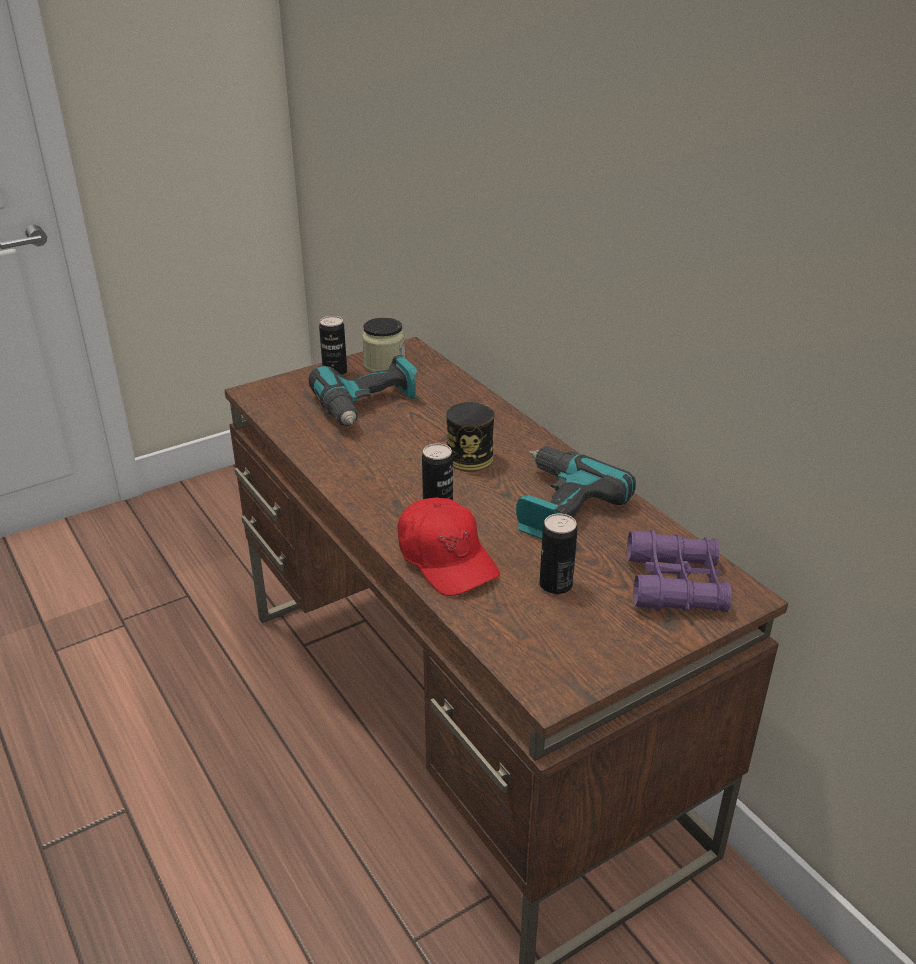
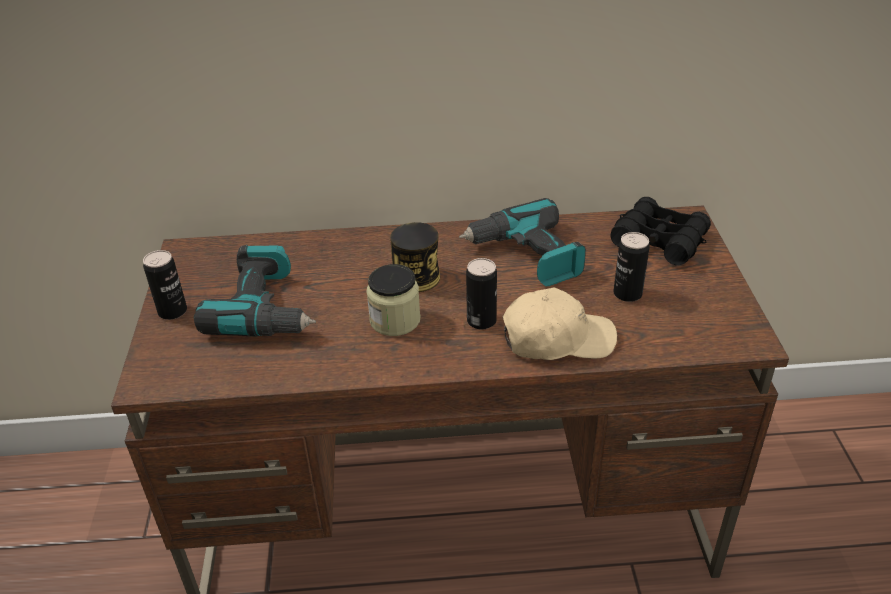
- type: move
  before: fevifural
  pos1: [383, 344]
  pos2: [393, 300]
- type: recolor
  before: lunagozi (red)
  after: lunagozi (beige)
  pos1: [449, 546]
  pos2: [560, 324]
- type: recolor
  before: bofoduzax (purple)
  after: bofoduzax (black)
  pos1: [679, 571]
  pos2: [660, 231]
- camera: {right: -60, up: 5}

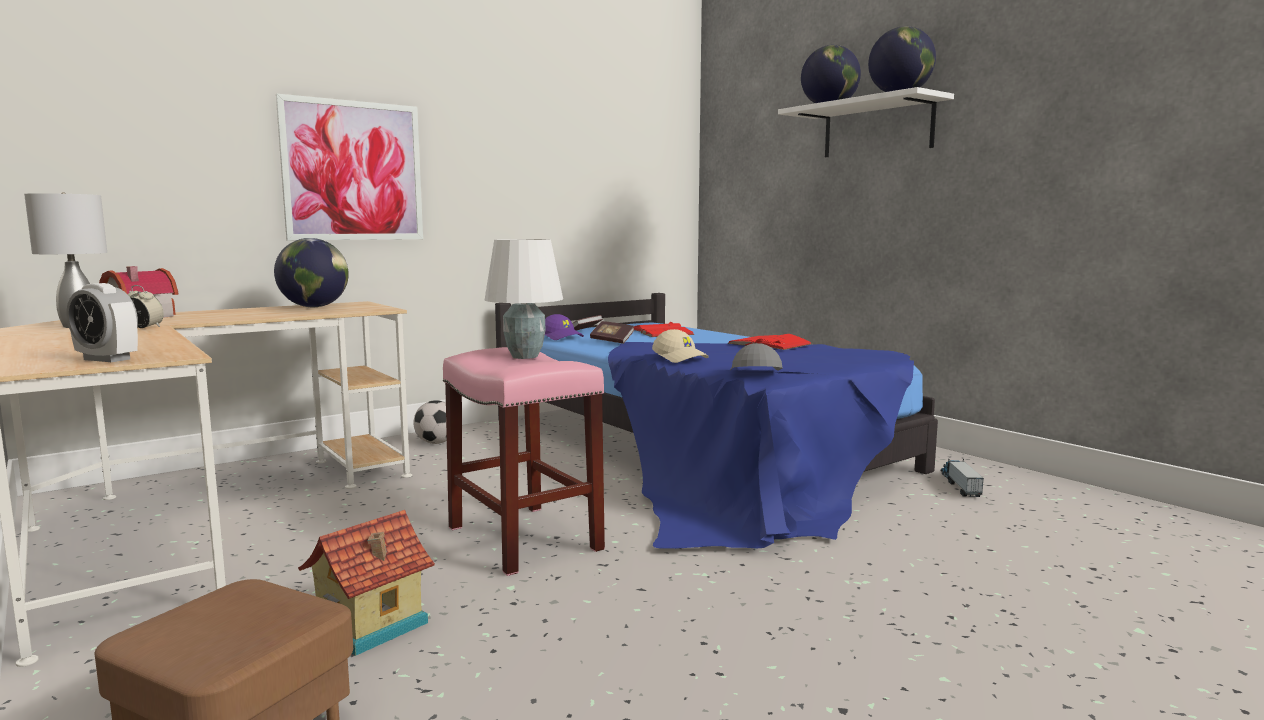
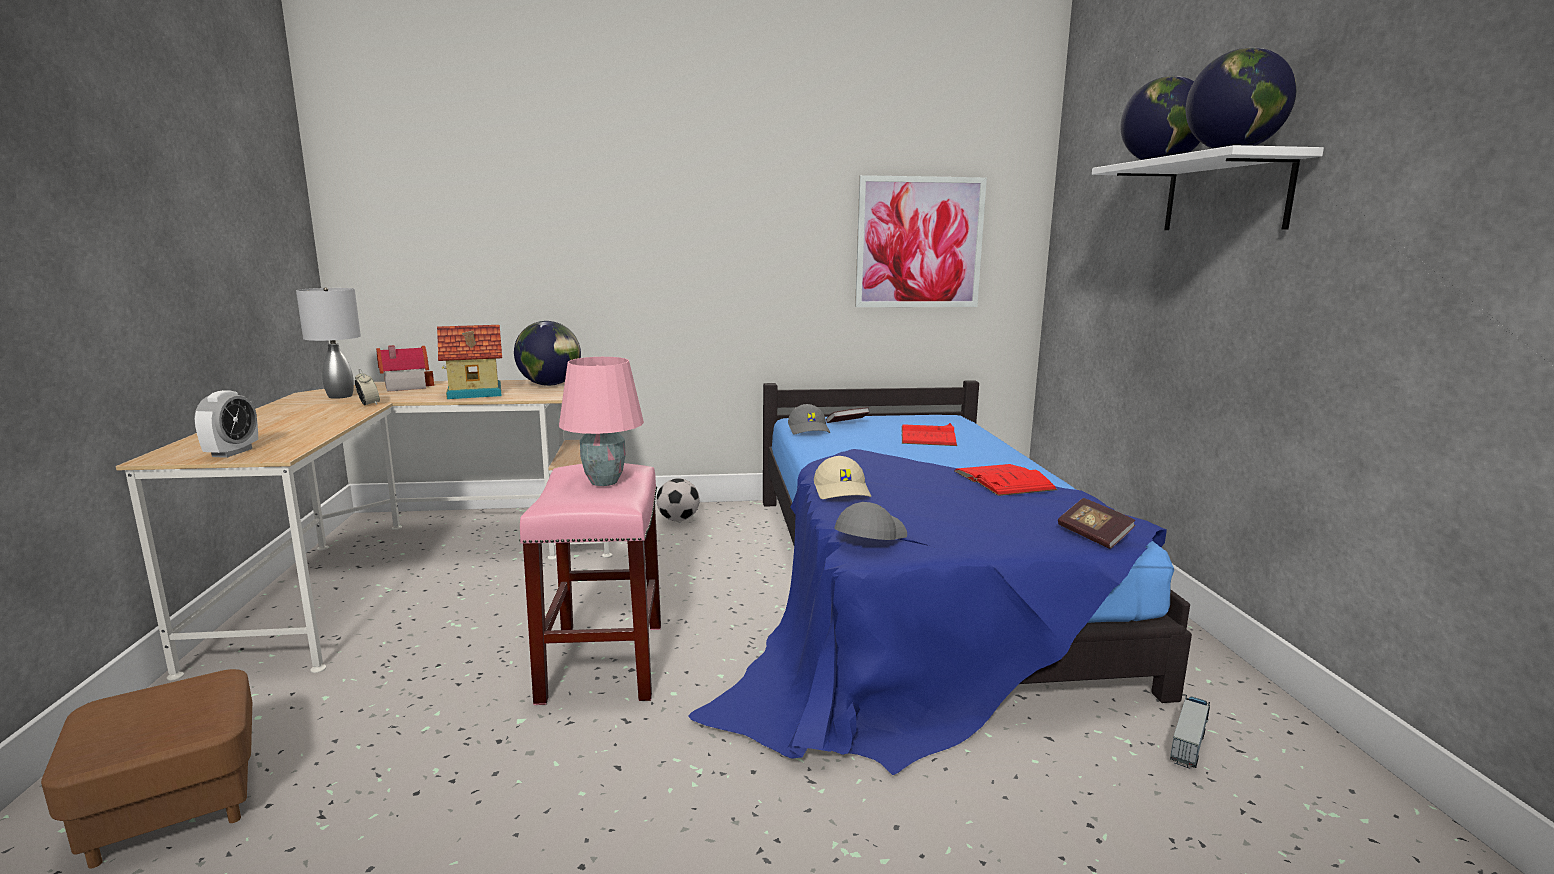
- type: rotate
  before: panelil
  pos1: [102, 322]
  pos2: [226, 424]
  turn: -135
- type: move
  before: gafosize
  pos1: [349, 167]
  pos2: [921, 241]
- type: move
  before: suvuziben
  pos1: [366, 583]
  pos2: [469, 362]
- type: recolor
  before: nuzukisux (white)
  after: nuzukisux (pink)
  pos1: [523, 299]
  pos2: [601, 421]
- type: recolor
  before: lunagozi (purple)
  after: lunagozi (grey)
  pos1: [564, 327]
  pos2: [809, 419]
- type: move
  before: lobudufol
  pos1: [612, 332]
  pos2: [1097, 523]
- camera: {right: 30, up: 5}

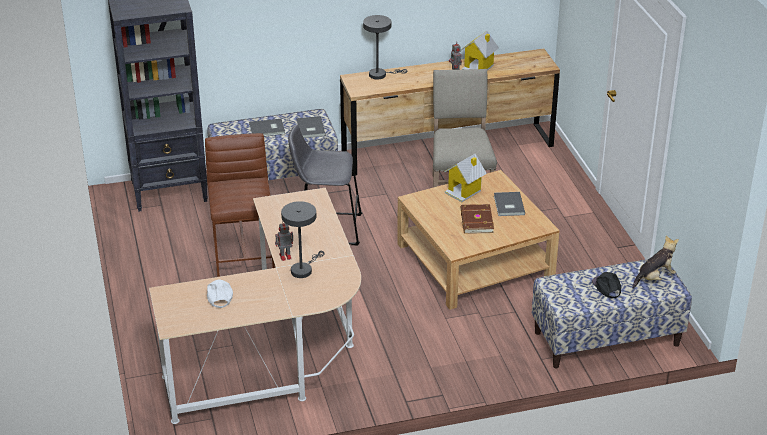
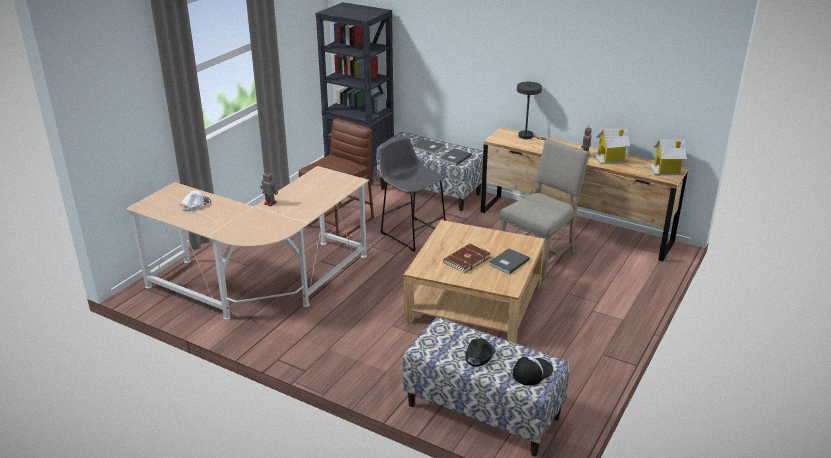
- type: delete
  before: nuzukisux (grey)
  pos1: [302, 239]
- type: move
  before: suvuziben
  pos1: [465, 178]
  pos2: [668, 157]
- type: replace
  before: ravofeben
  after: lunagozi
  pos1: [655, 261]
  pos2: [533, 371]
- camera: {right: 45, up: -5}

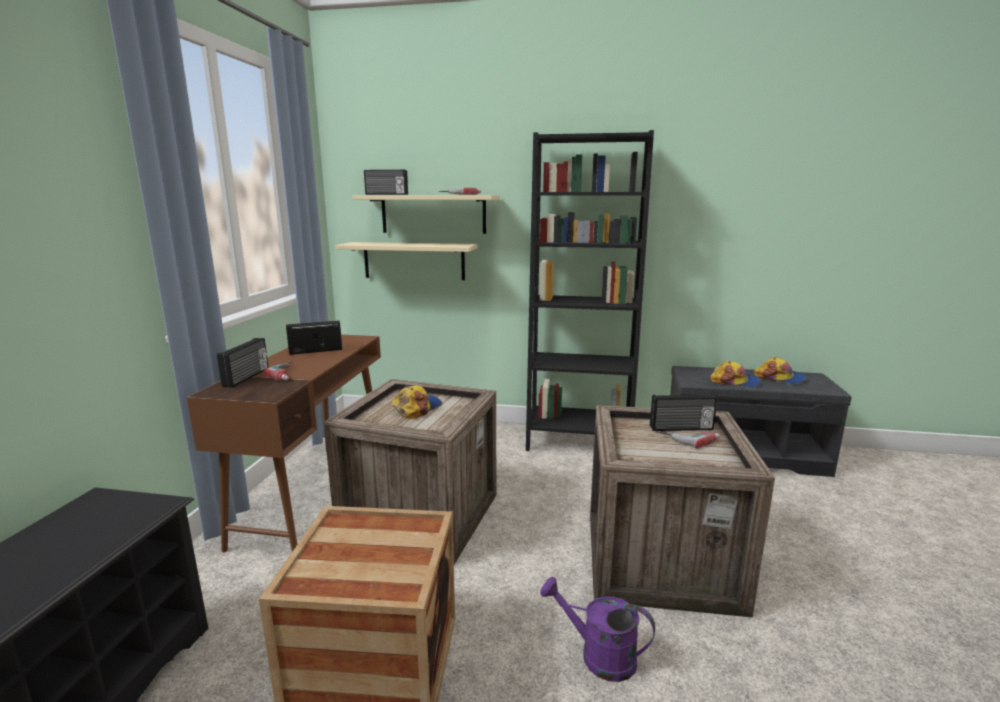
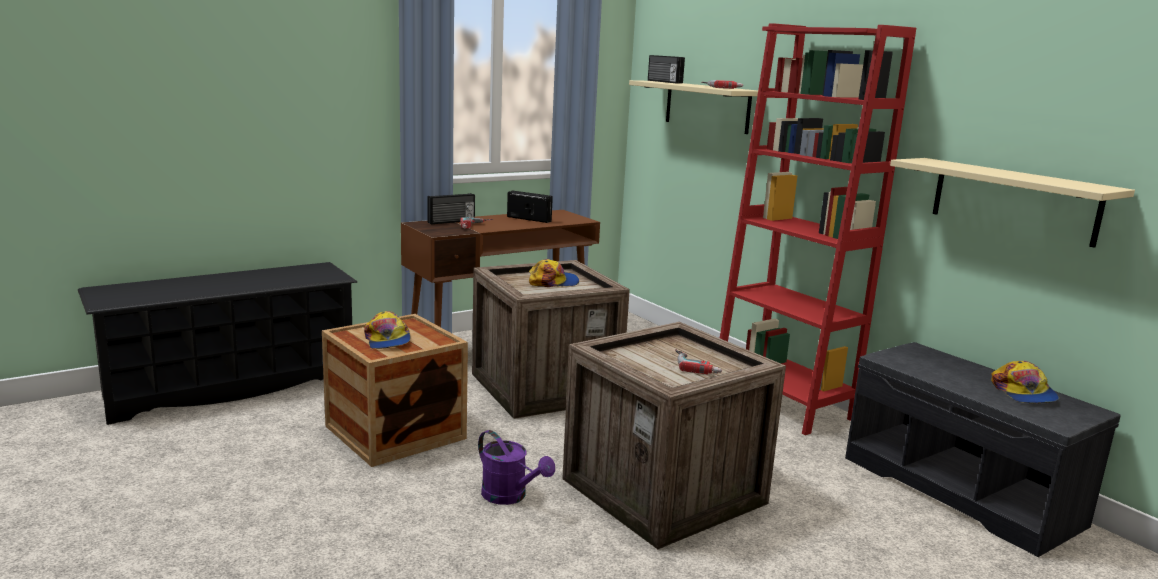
- type: move
  before: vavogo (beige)
  pos1: [406, 261]
  pos2: [1012, 203]
- type: recolor
  before: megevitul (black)
  after: megevitul (red)
  pos1: [590, 290]
  pos2: [818, 229]
- type: rotate
  before: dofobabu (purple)
  pos1: [597, 629]
  pos2: [516, 467]
  turn: 150
- type: delete
  before: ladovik
  pos1: [683, 412]
- type: move
  before: lunagozi
  pos1: [735, 374]
  pos2: [387, 330]
- camera: {right: 45, up: 0}

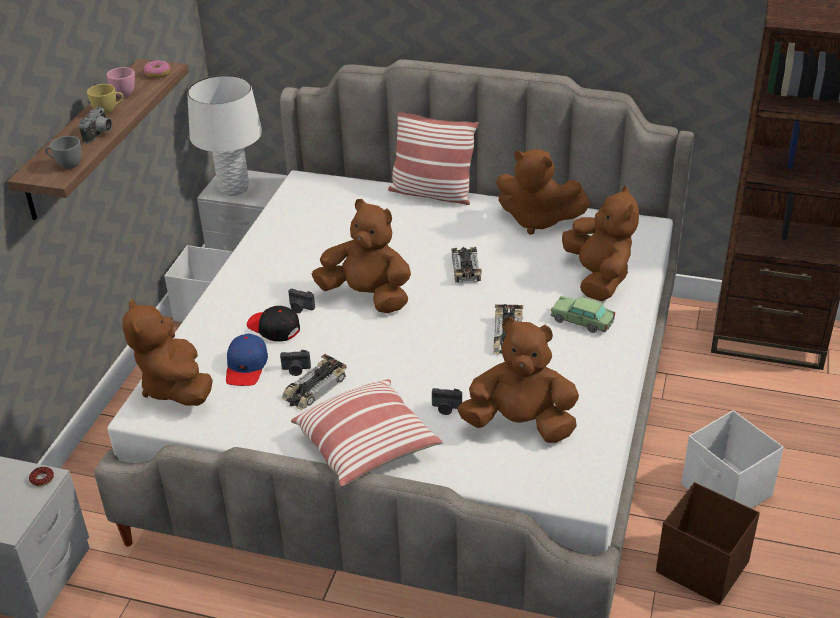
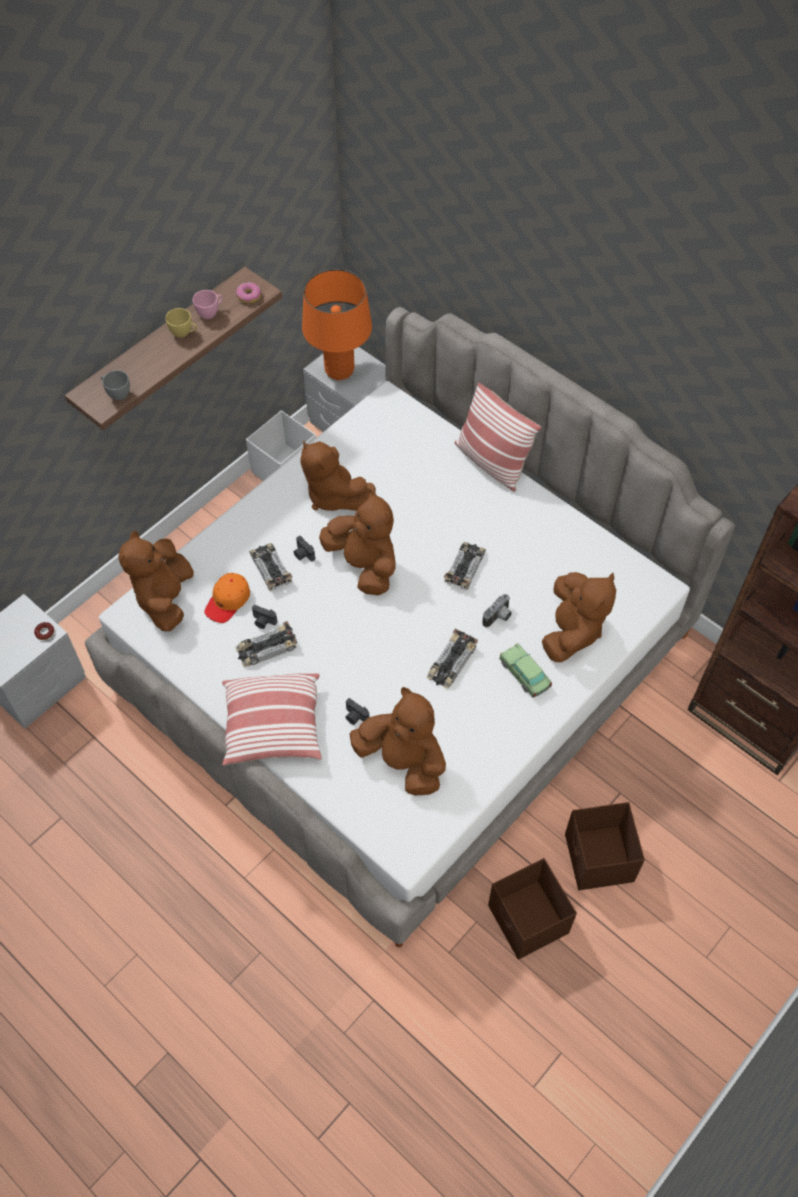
- type: move
  before: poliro
  pos1: [95, 125]
  pos2: [497, 610]
- type: recolor
  before: nuzukisux (white)
  after: nuzukisux (orange)
  pos1: [224, 135]
  pos2: [337, 324]
- type: recolor
  before: lunagozi (blue)
  after: lunagozi (orange)
  pos1: [247, 360]
  pos2: [227, 598]
- type: replace
  before: lunagozi (black)
  after: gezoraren
  pos1: [273, 324]
  pos2: [270, 567]
- type: move
  before: ravofeben (brown)
  pos1: [543, 192]
  pos2: [338, 475]
- type: recolor
  before: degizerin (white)
  after: degizerin (brown)
  pos1: [732, 459]
  pos2: [605, 846]
- camera: {right: 25, up: 20}

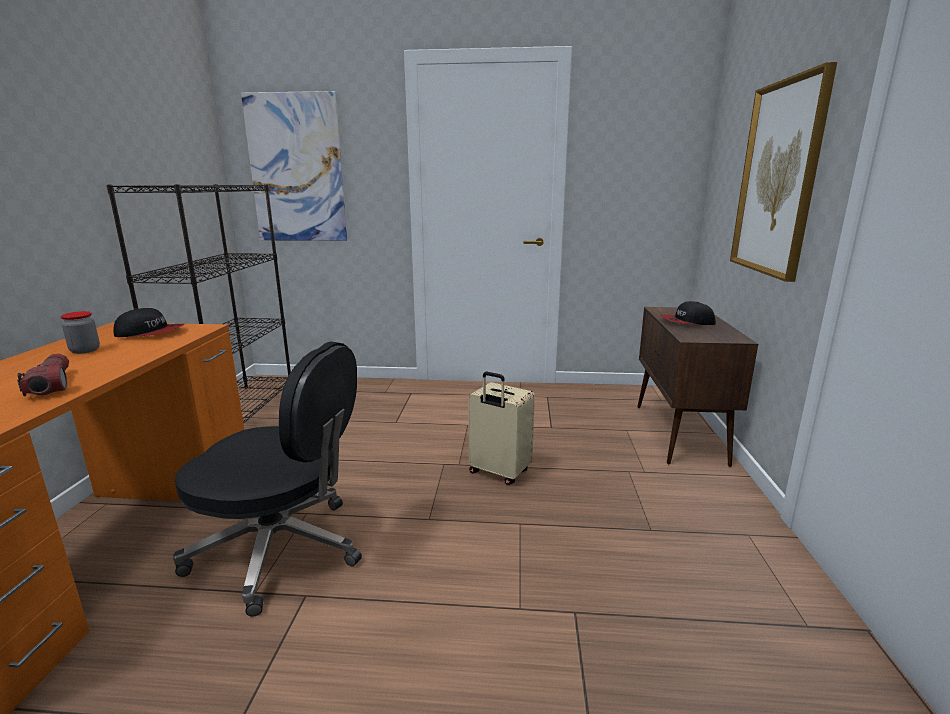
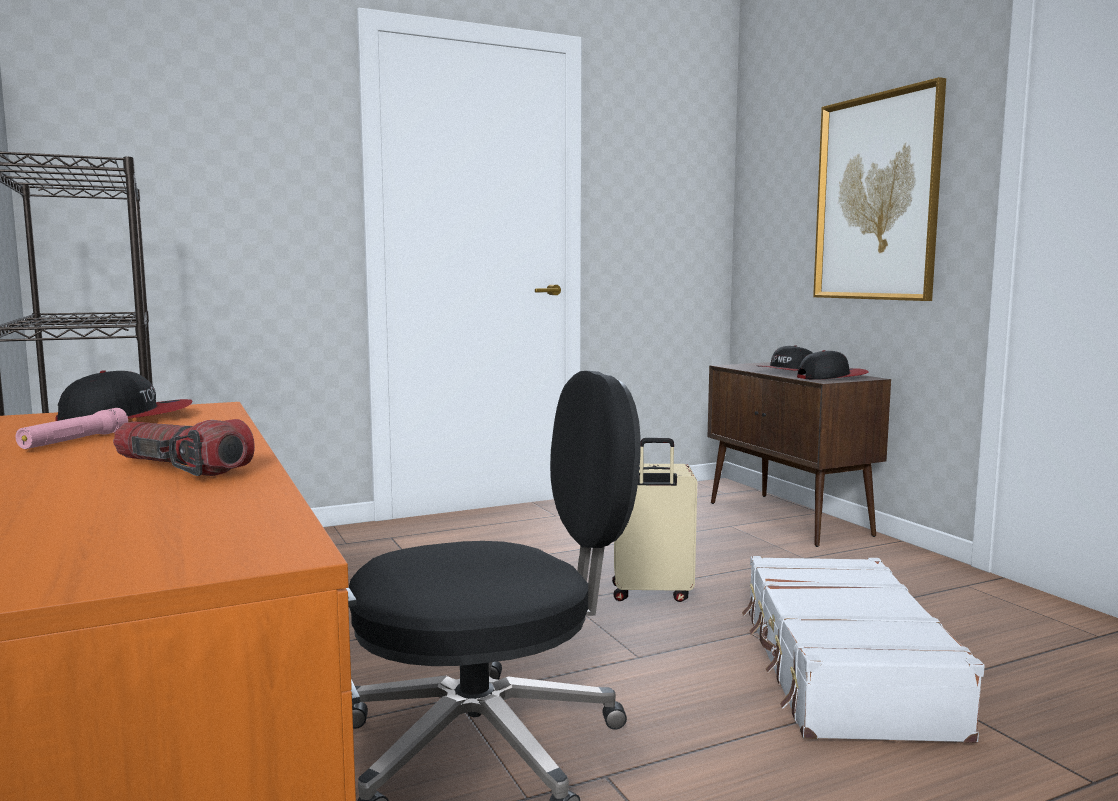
- type: replace
  before: fevifural
  after: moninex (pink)
  pos1: [80, 332]
  pos2: [72, 428]
- type: delete
  before: gafosize
  pos1: [294, 166]
- type: insert
  after: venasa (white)
  pos2: [863, 649]
- type: insert
  after: lunagozi
  pos2: [833, 365]
- camera: {right: -30, up: -10}

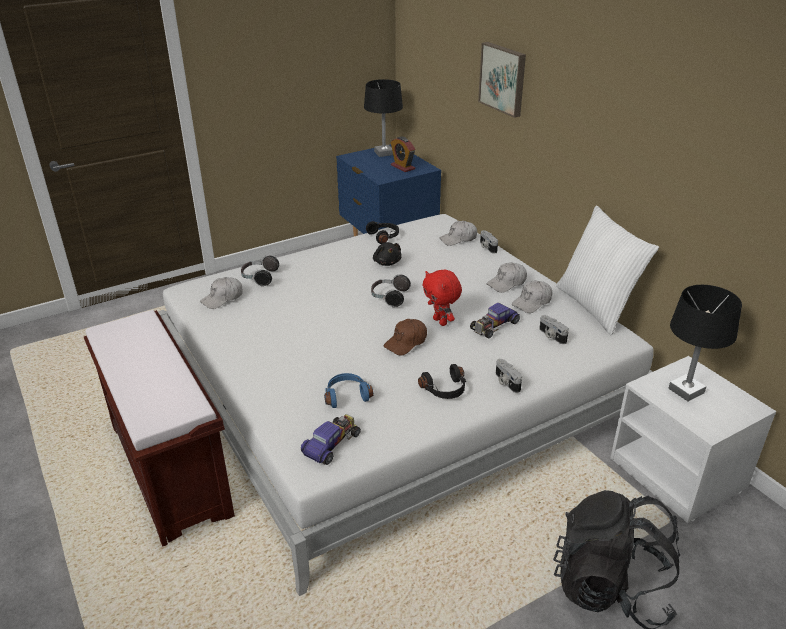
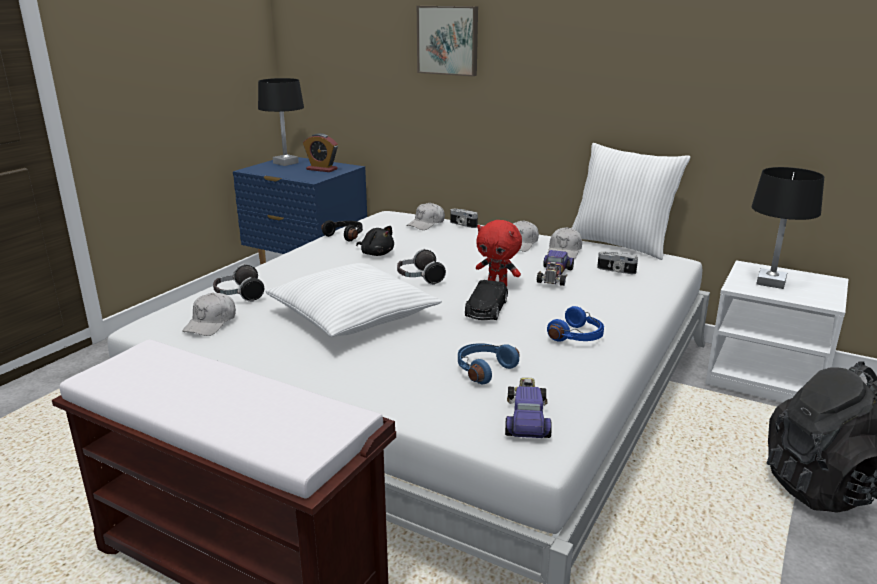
- type: replace
  before: lunagozi (brown)
  after: gezoraren (black)
  pos1: [405, 337]
  pos2: [486, 300]
- type: recolor
  before: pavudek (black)
  after: pavudek (blue)
  pos1: [442, 381]
  pos2: [575, 324]
- type: delete
  before: poliro
  pos1: [509, 376]
- type: insert
  after: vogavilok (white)
  pos2: [353, 300]
- camera: {right: -30, up: -10}

